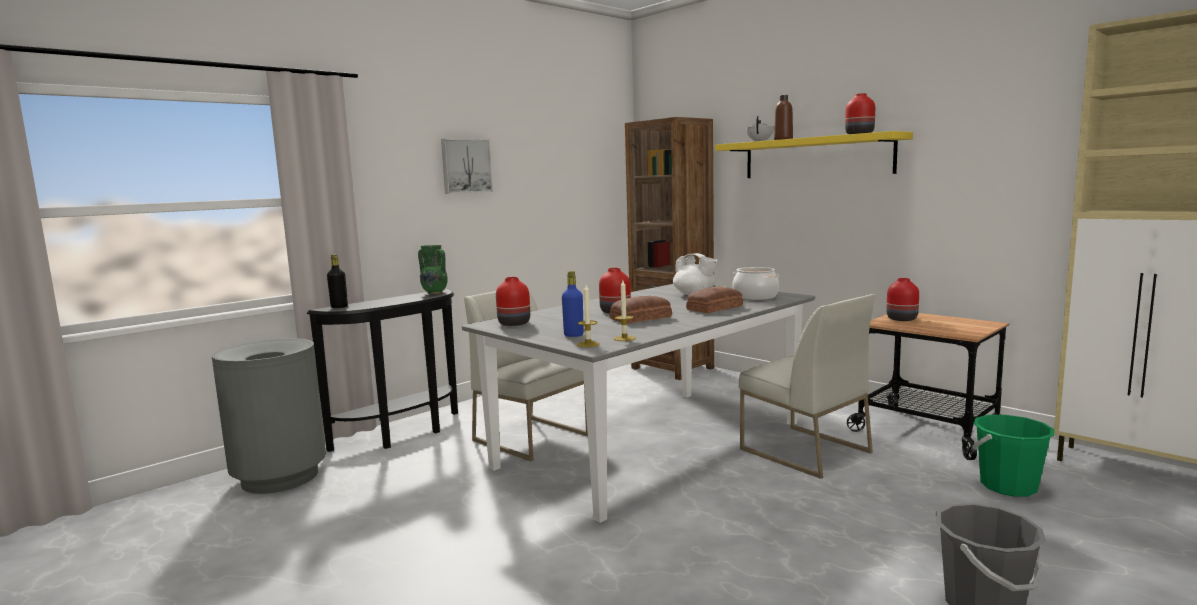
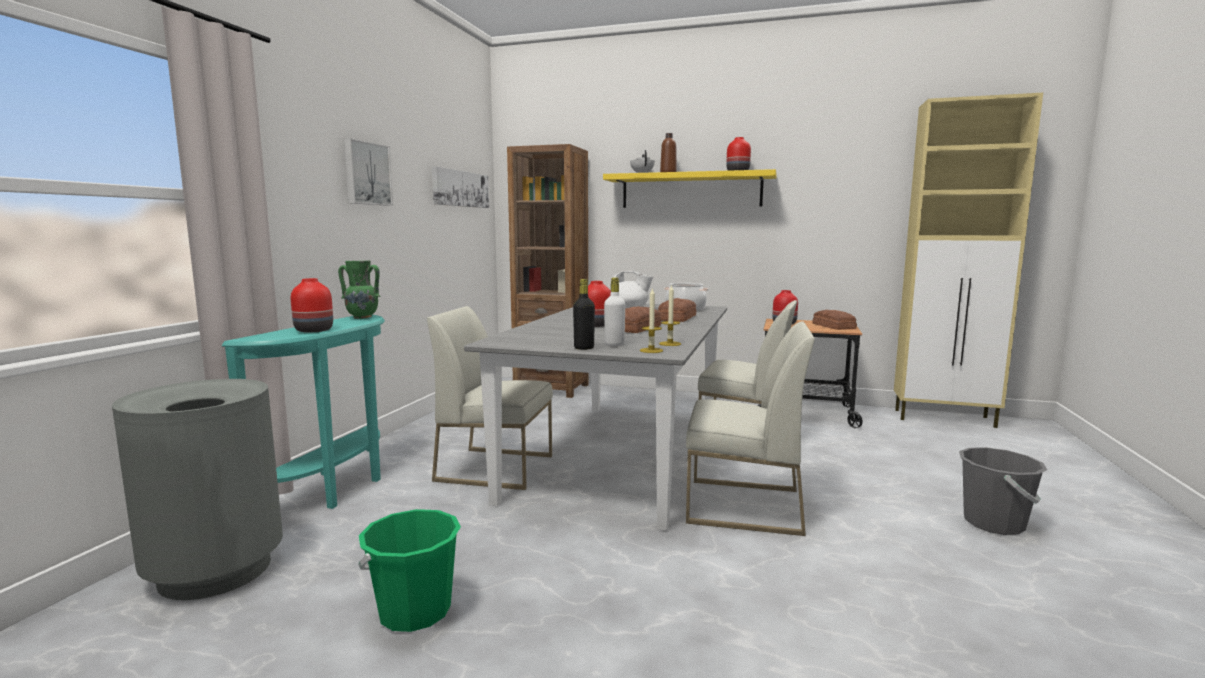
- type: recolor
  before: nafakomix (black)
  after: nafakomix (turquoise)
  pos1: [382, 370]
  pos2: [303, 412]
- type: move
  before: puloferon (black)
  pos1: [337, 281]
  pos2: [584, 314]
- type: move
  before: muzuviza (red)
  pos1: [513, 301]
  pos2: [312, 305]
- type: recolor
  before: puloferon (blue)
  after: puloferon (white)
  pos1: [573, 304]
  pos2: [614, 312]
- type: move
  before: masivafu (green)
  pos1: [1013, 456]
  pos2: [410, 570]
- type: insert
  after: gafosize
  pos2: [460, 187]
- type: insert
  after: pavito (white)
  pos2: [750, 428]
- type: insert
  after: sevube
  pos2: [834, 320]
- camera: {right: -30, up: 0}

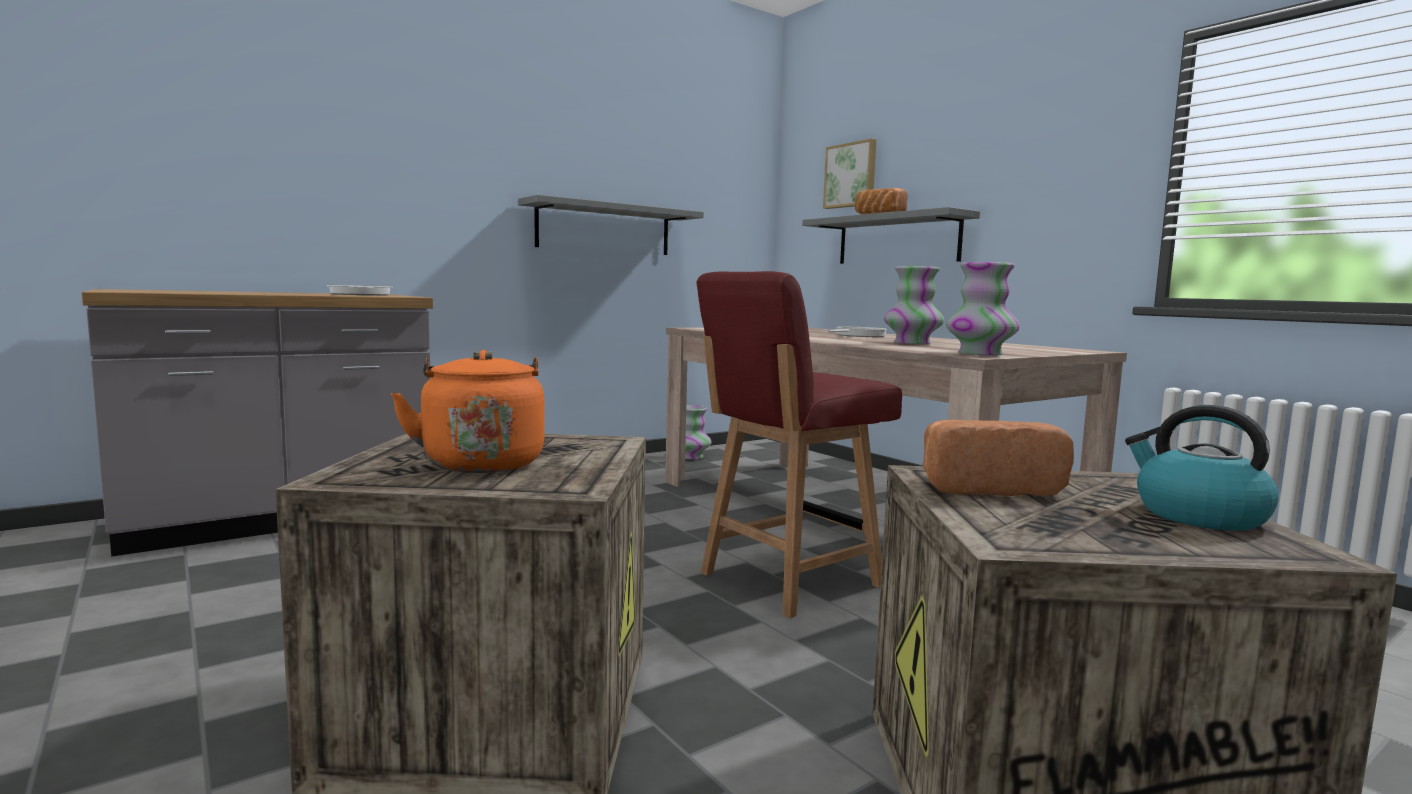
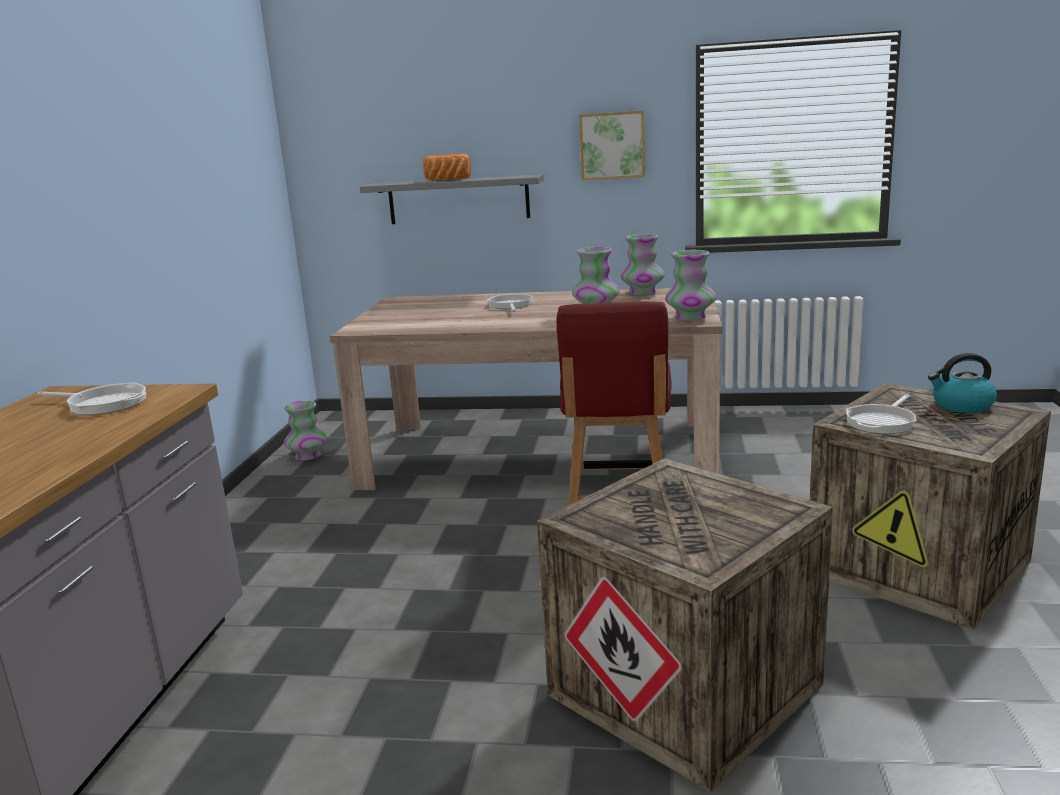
- type: delete
  before: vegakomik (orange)
  pos1: [467, 411]
- type: delete
  before: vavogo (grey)
  pos1: [611, 225]
- type: move
  before: gafosize
  pos1: [849, 174]
  pos2: [612, 145]
- type: replace
  before: sevube
  after: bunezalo
  pos1: [998, 458]
  pos2: [881, 414]
- type: insert
  after: muzuviza
  pos2: [643, 264]
- camera: {right: -45, up: 10}

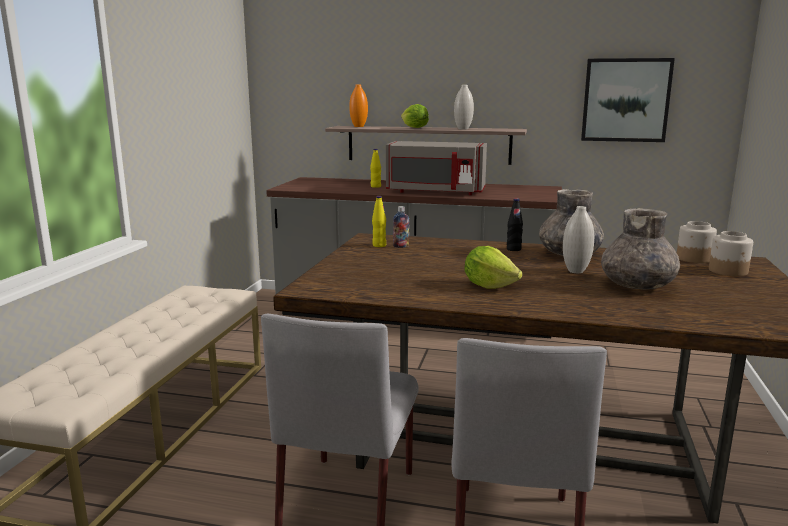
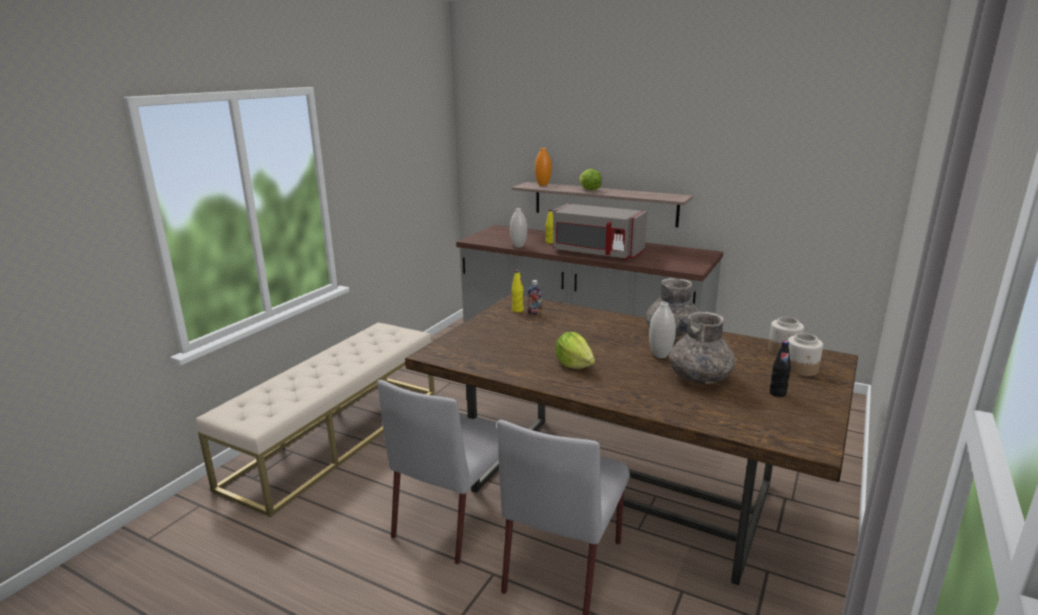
- type: move
  before: muzuviza (white)
  pos1: [464, 107]
  pos2: [518, 228]
- type: move
  before: puloferon (black)
  pos1: [515, 224]
  pos2: [780, 369]
- type: delete
  before: gafosize
  pos1: [628, 100]
- camera: {right: 15, up: 5}

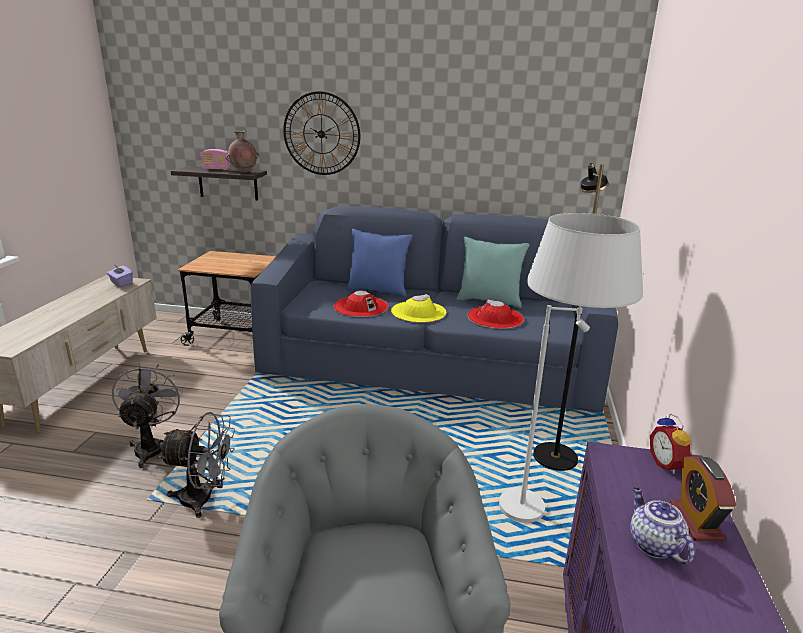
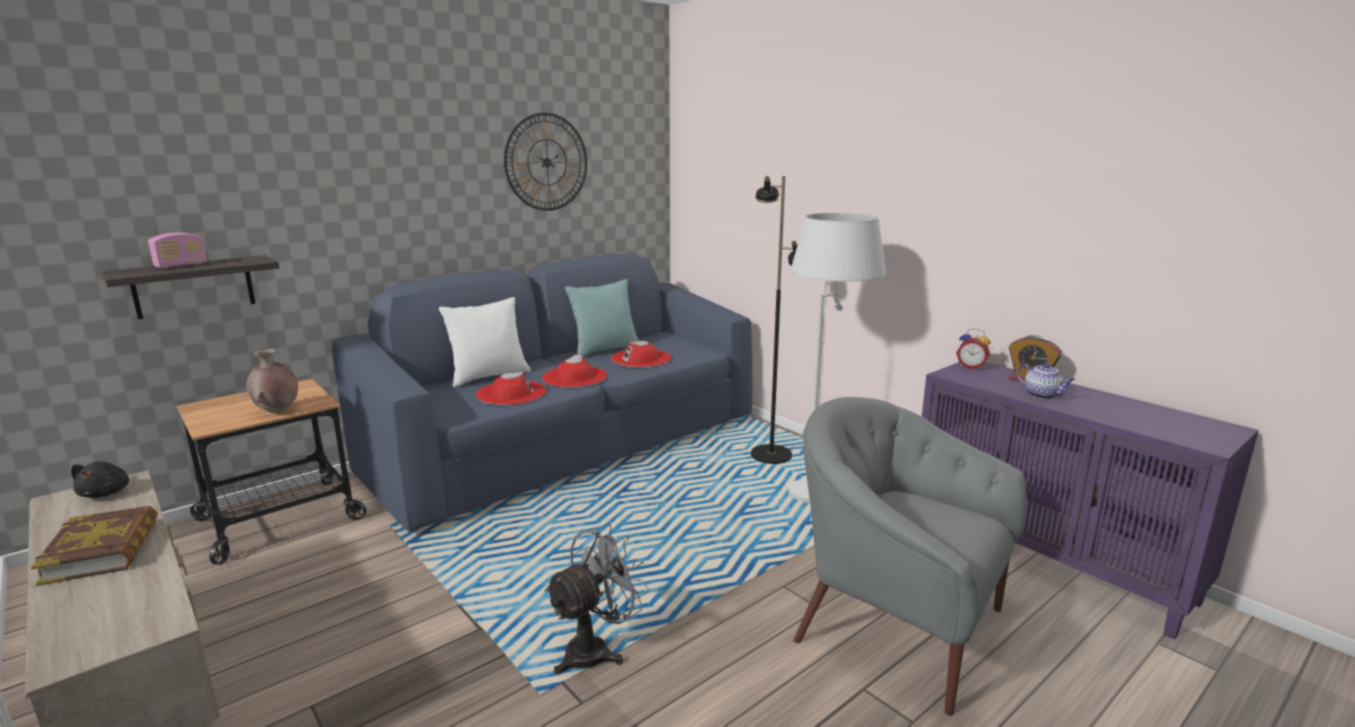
- type: replace
  before: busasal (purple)
  after: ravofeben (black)
  pos1: [120, 275]
  pos2: [100, 479]
- type: delete
  before: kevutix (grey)
  pos1: [147, 415]
- type: move
  before: muzuviza (brown)
  pos1: [242, 151]
  pos2: [272, 381]
- type: move
  before: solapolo
  pos1: [321, 133]
  pos2: [545, 162]
- type: recolor
  before: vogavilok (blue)
  after: vogavilok (white)
  pos1: [379, 263]
  pos2: [485, 342]
- type: recolor
  before: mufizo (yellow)
  after: mufizo (red)
  pos1: [418, 308]
  pos2: [574, 371]
- type: rotate
  before: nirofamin
  pos1: [662, 525]
  pos2: [1046, 381]
  turn: -150
- type: insert
  after: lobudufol
  pos2: [94, 546]
- camera: {right: -50, up: -5}

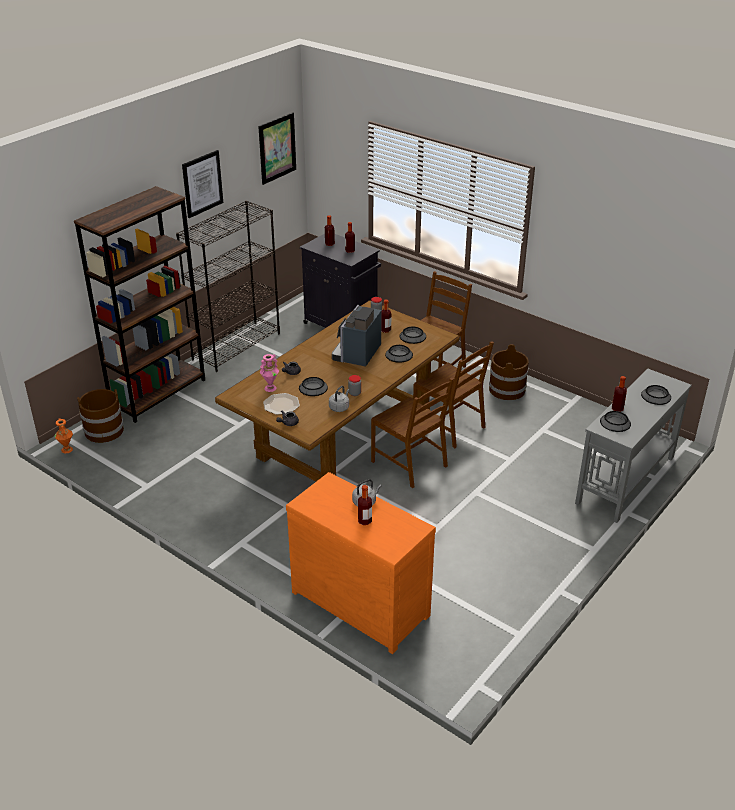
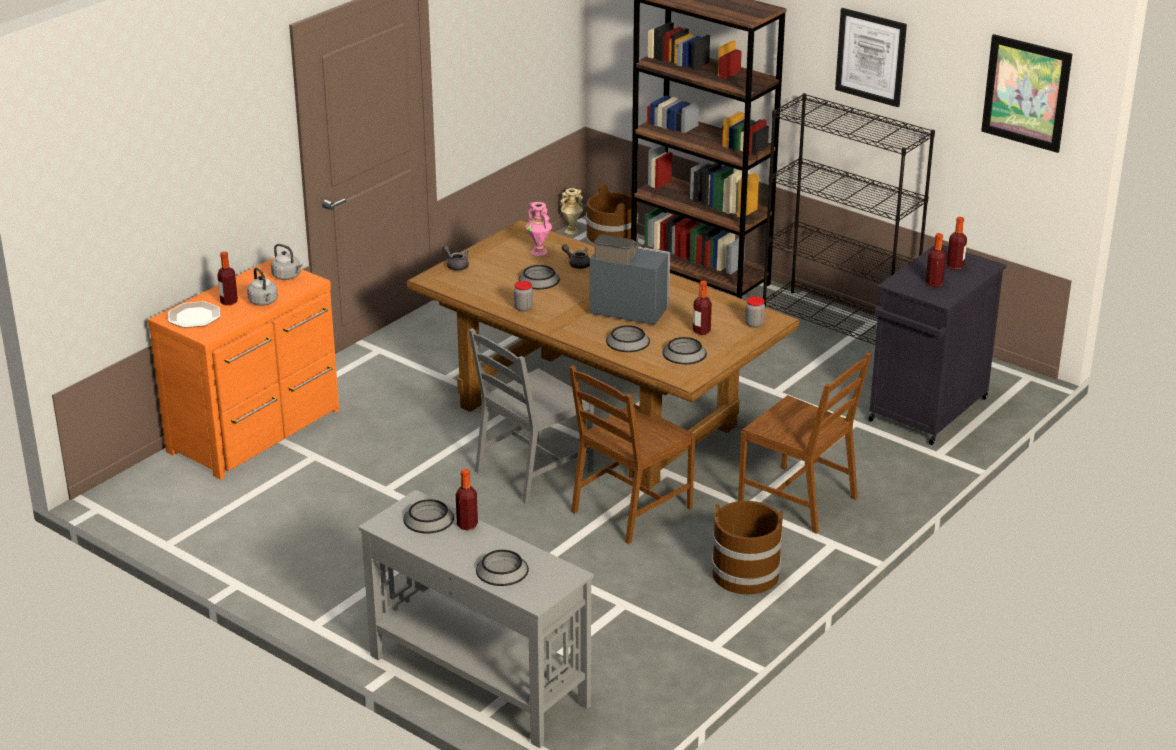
- type: recolor
  before: muzuviza (orange)
  after: muzuviza (beige)
  pos1: [63, 436]
  pos2: [571, 211]
- type: move
  before: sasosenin
  pos1: [281, 404]
  pos2: [194, 314]
- type: move
  before: vegakomik (grey)
  pos1: [339, 399]
  pos2: [287, 262]
- type: recolor
  before: pavito (brown)
  after: pavito (grey)
  pos1: [412, 433]
  pos2: [531, 416]
- camera: {right: 90, up: -5}

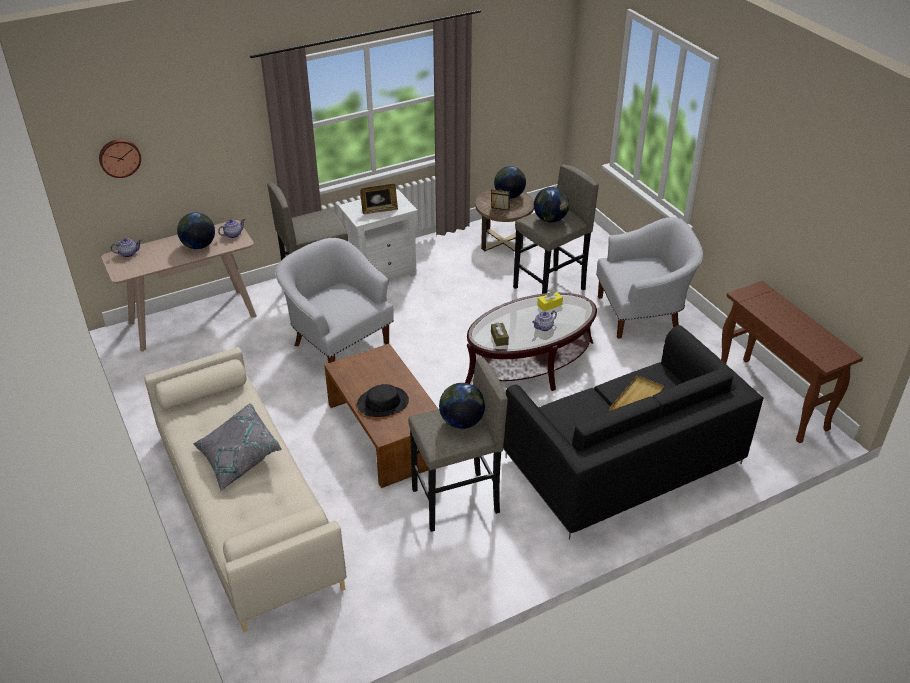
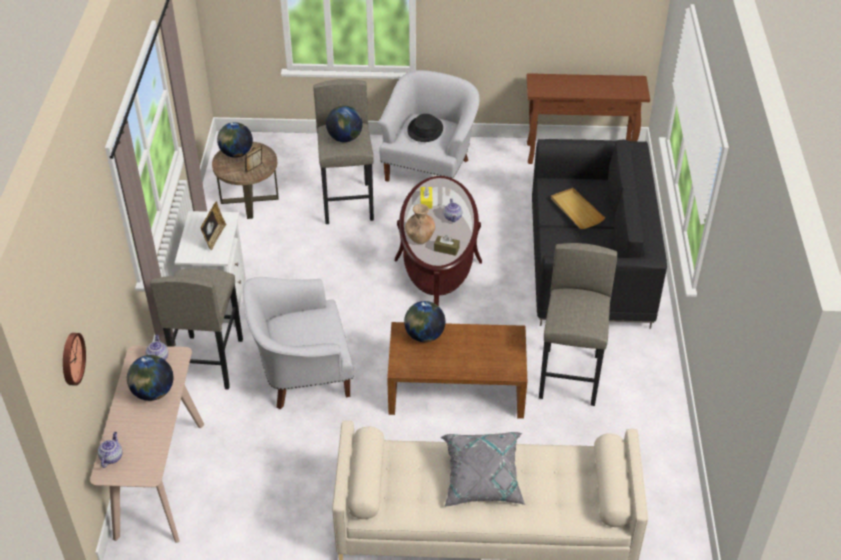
- type: move
  before: mufizo (black)
  pos1: [383, 400]
  pos2: [425, 128]
- type: move
  before: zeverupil
  pos1: [462, 406]
  pos2: [425, 321]
- type: insert
  after: muzuviza (brown)
  pos2: [420, 224]
- camera: {right: -60, up: 5}

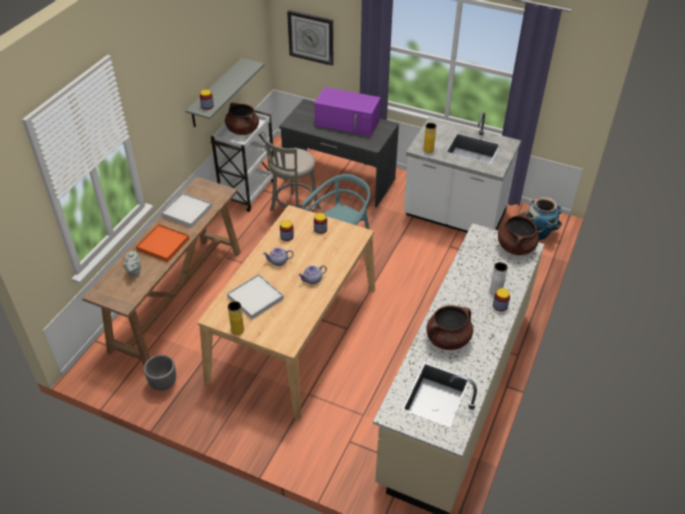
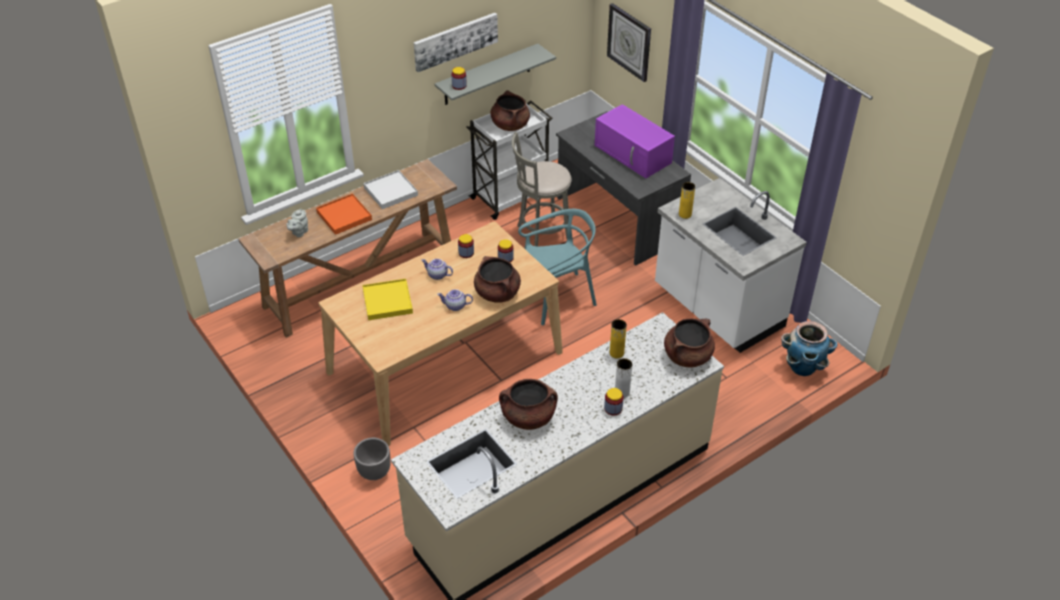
- type: move
  before: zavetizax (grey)
  pos1: [160, 373]
  pos2: [372, 459]
- type: recolor
  before: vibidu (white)
  after: vibidu (yellow)
  pos1: [255, 296]
  pos2: [387, 299]
- type: move
  before: muzuviza (yellow)
  pos1: [236, 318]
  pos2: [618, 339]
- type: insert
  after: gafosize
  pos2: [456, 42]
- type: insert
  after: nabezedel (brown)
  pos2: [497, 279]
- camera: {right: 30, up: 0}

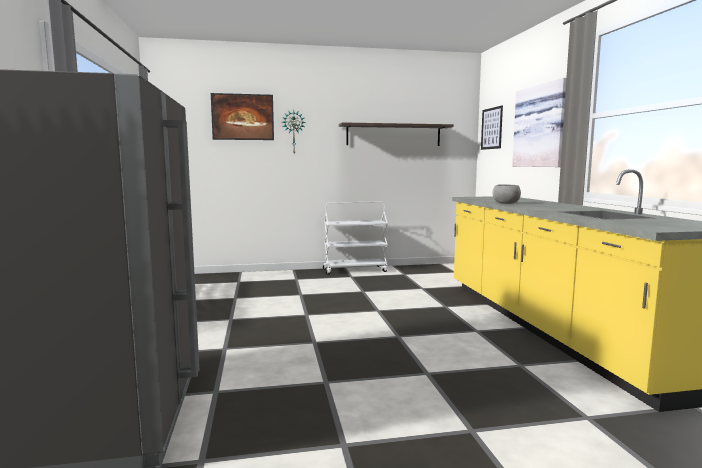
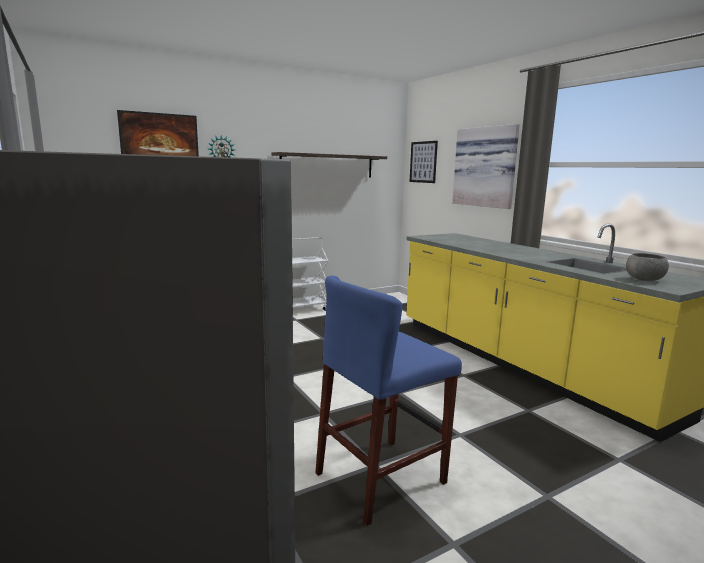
- type: move
  before: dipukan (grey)
  pos1: [507, 194]
  pos2: [647, 267]
- type: insert
  after: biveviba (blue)
  pos2: [388, 400]
- camera: {right: -20, up: 5}

